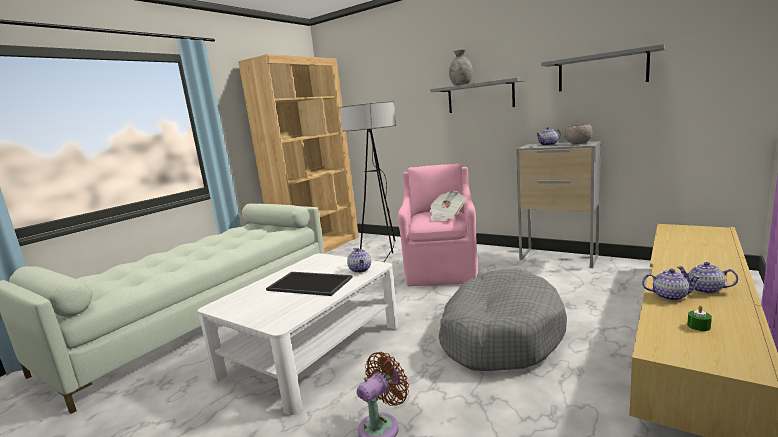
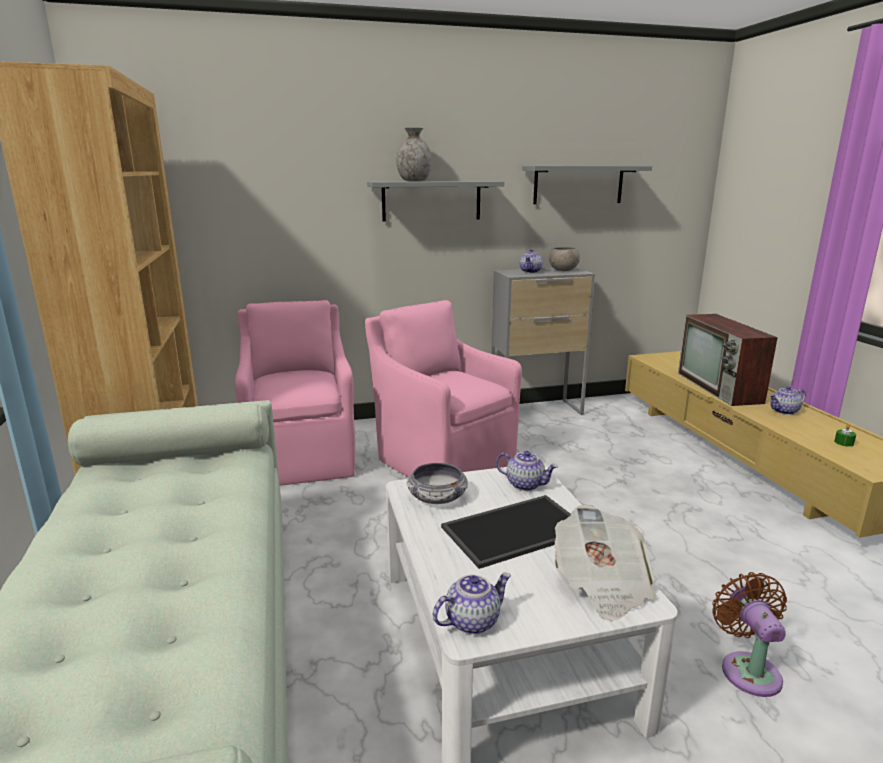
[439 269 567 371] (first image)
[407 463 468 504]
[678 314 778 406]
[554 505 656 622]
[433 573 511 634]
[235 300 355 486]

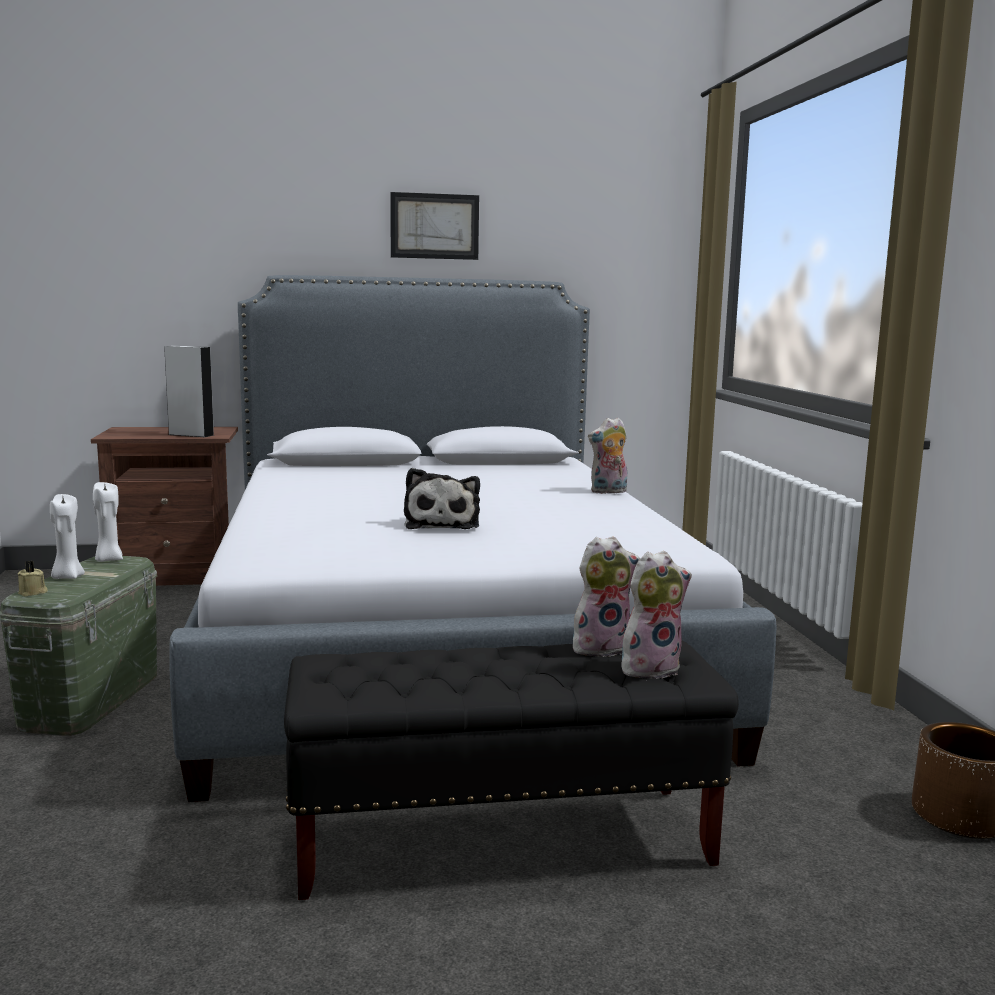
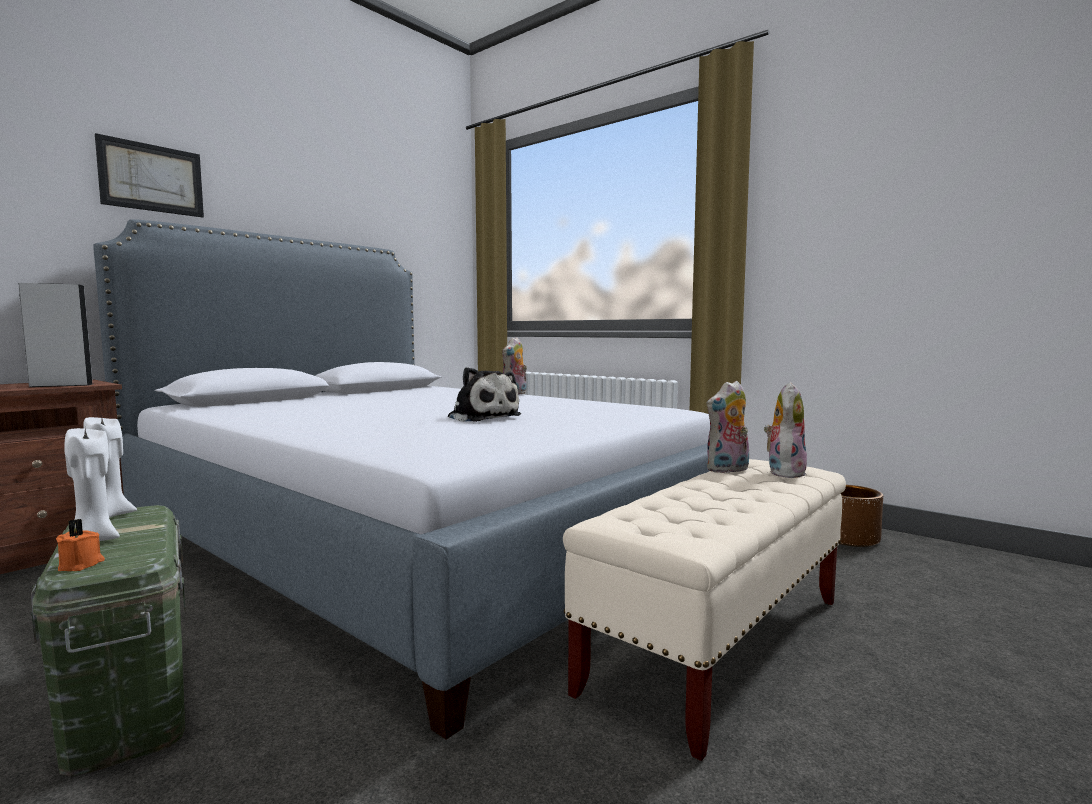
[95 133 204 217]
[56 519 105 571]
[563 459 846 761]
[706 381 749 473]

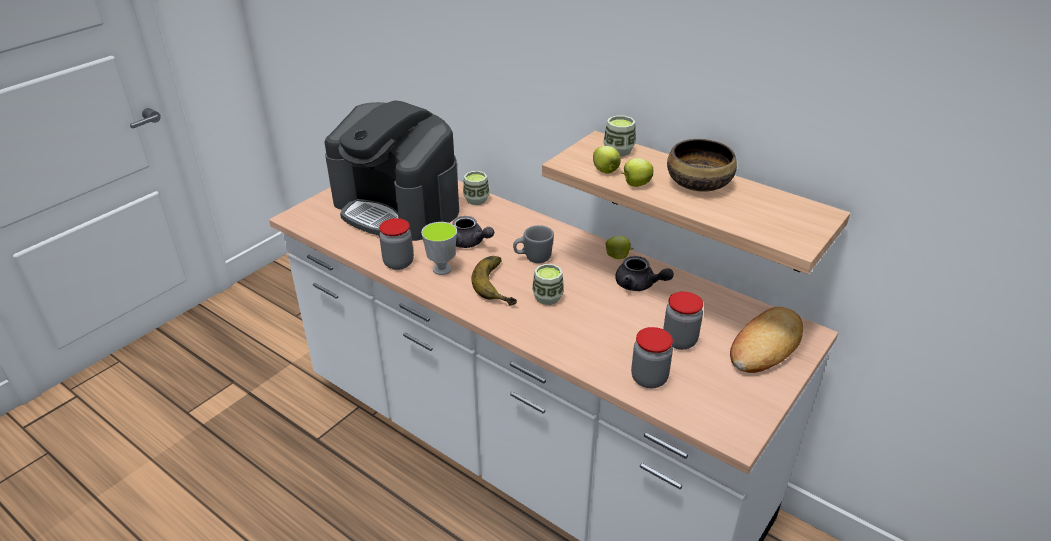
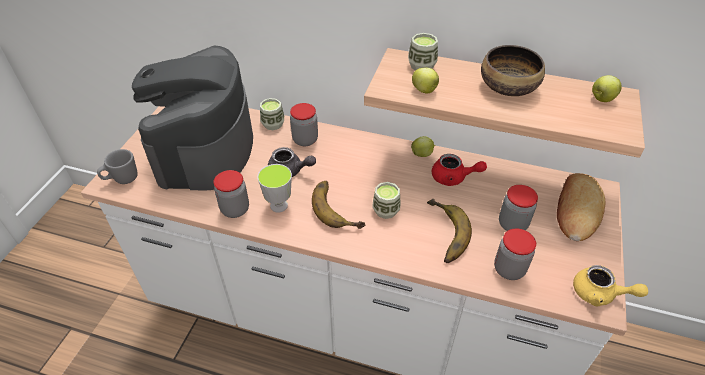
[290 103 318 146]
[427 199 472 263]
[573 265 648 307]
[97 149 138 184]
[592 75 622 102]
[432 154 487 186]
[132 46 253 190]

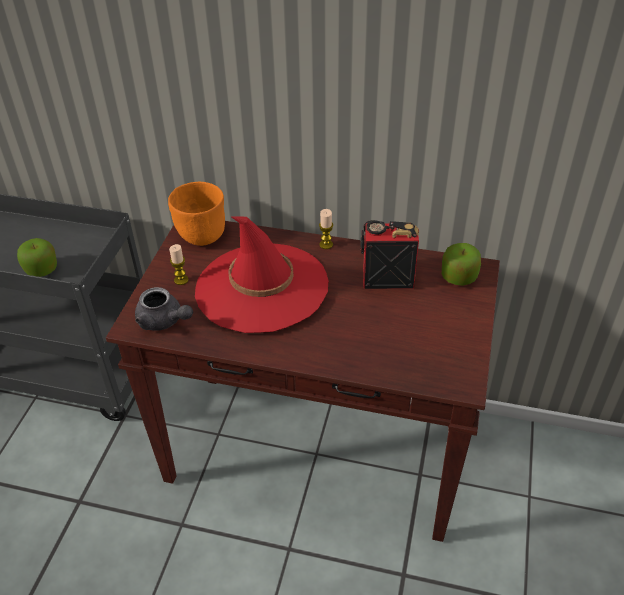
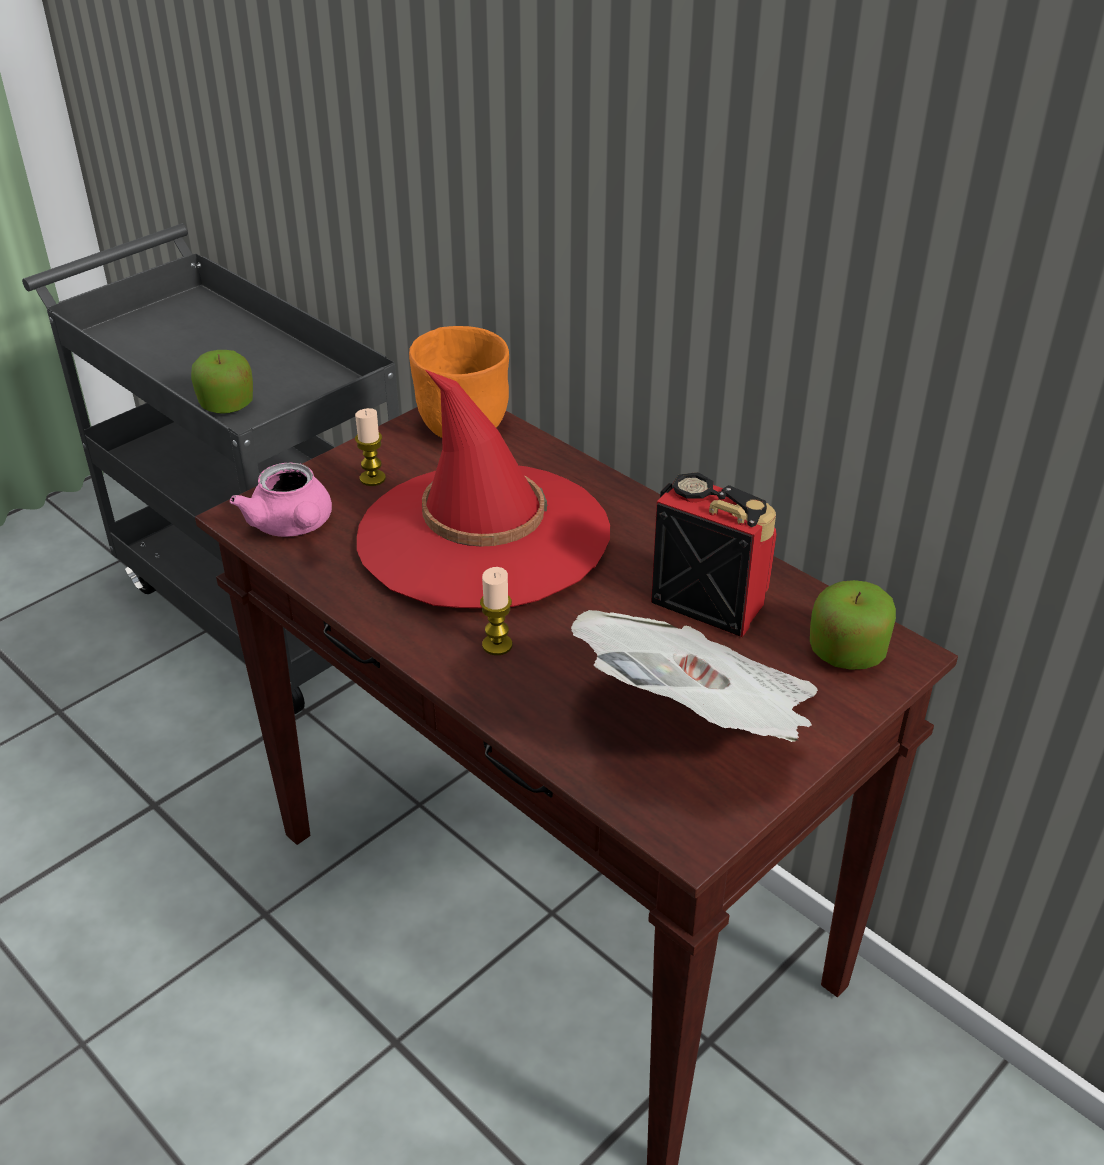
[571 610 818 742]
[480 567 512 655]
[230 462 332 537]

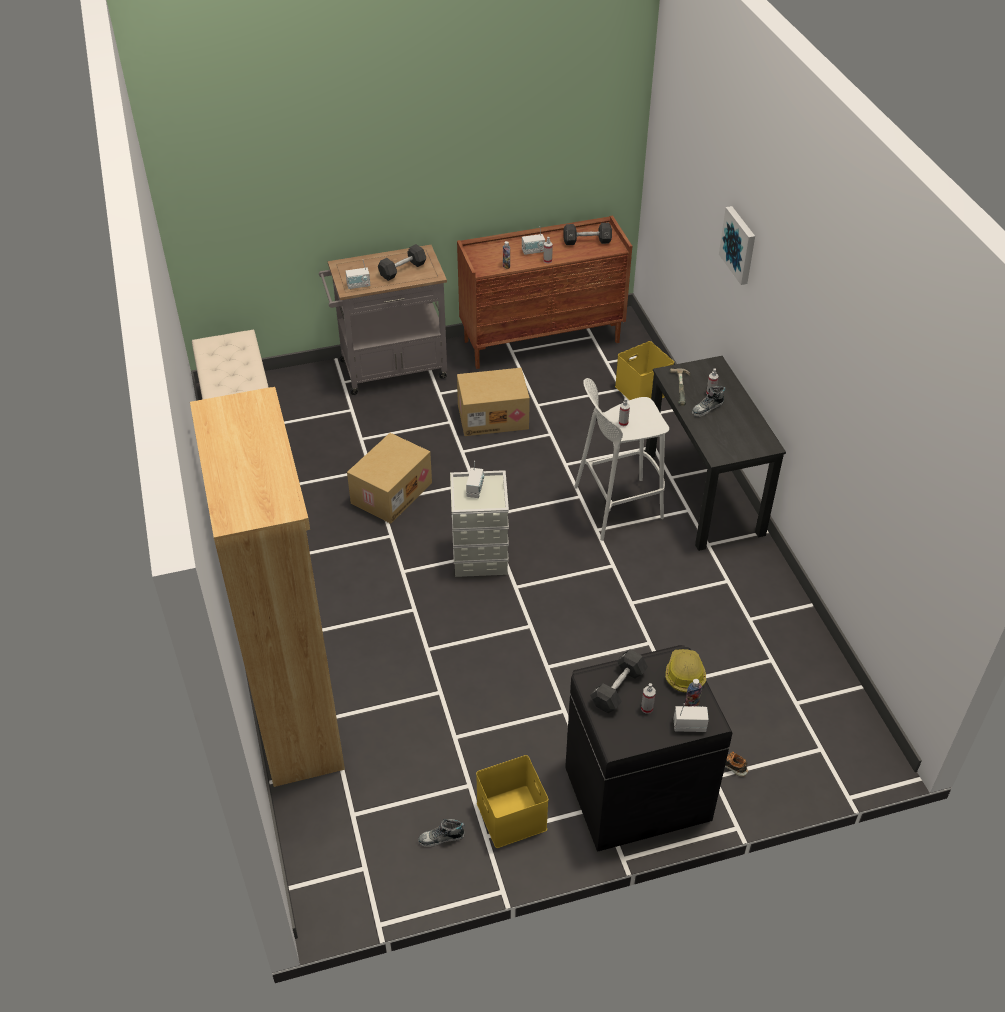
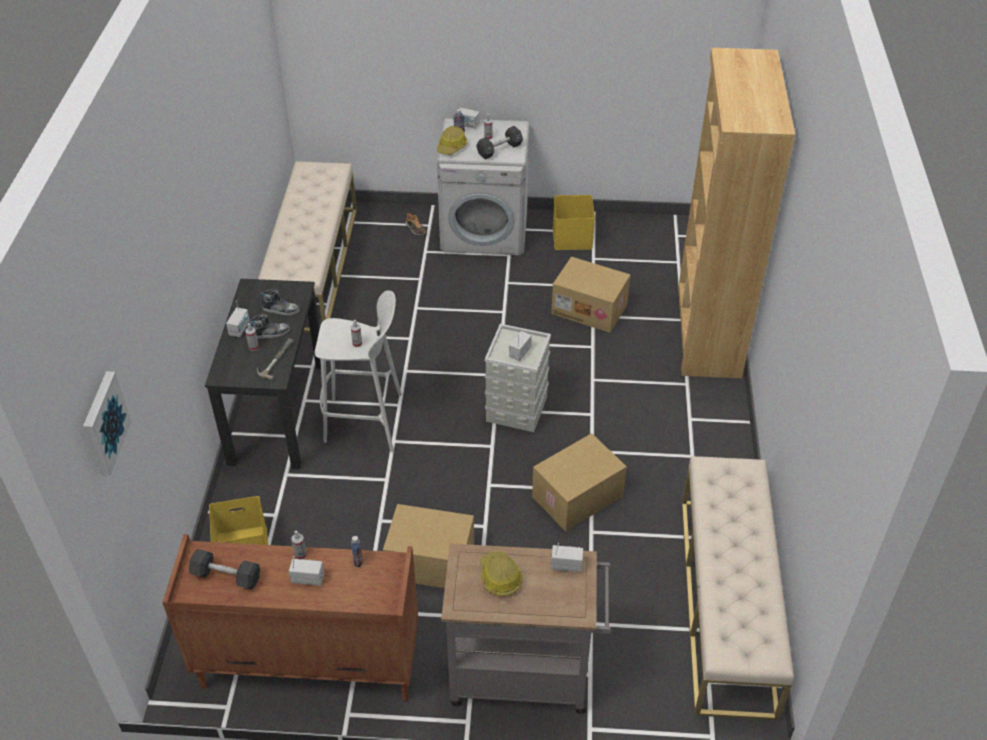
[226 300 250 337]
[258 161 357 333]
[551 257 630 333]
[260 289 300 315]
[83 371 131 476]
[480 551 523 596]
[437 118 529 255]

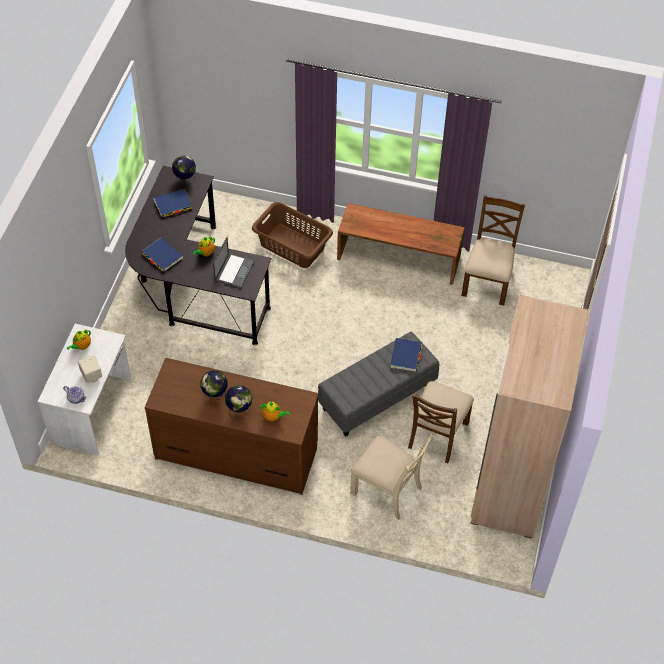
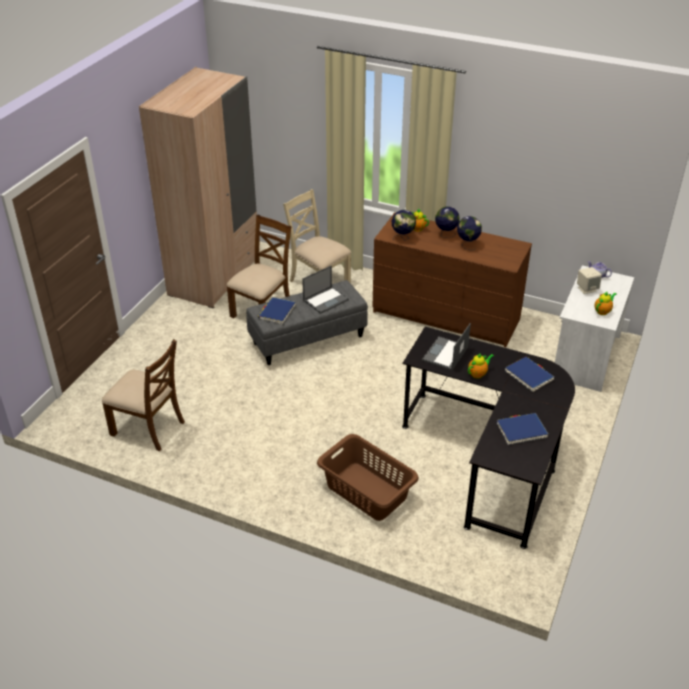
[337 203 465 285] (first image)
[302 266 349 314]
[392 210 416 240]
[102 339 185 451]

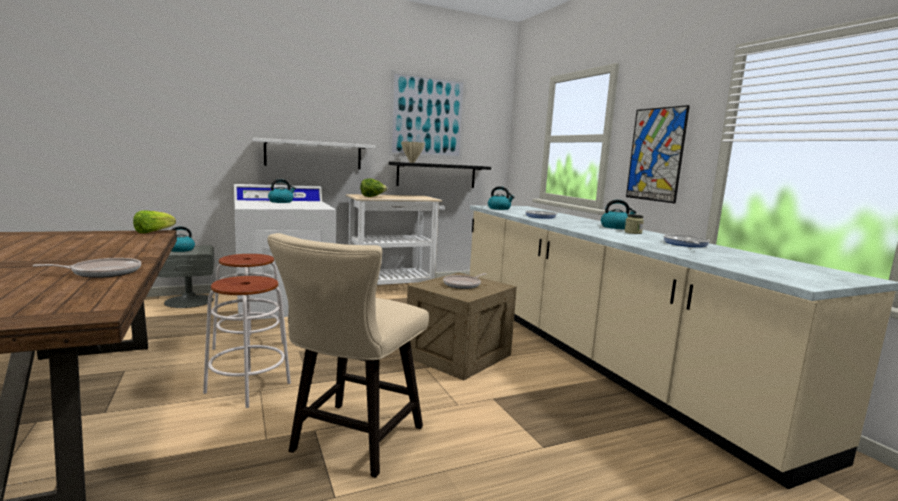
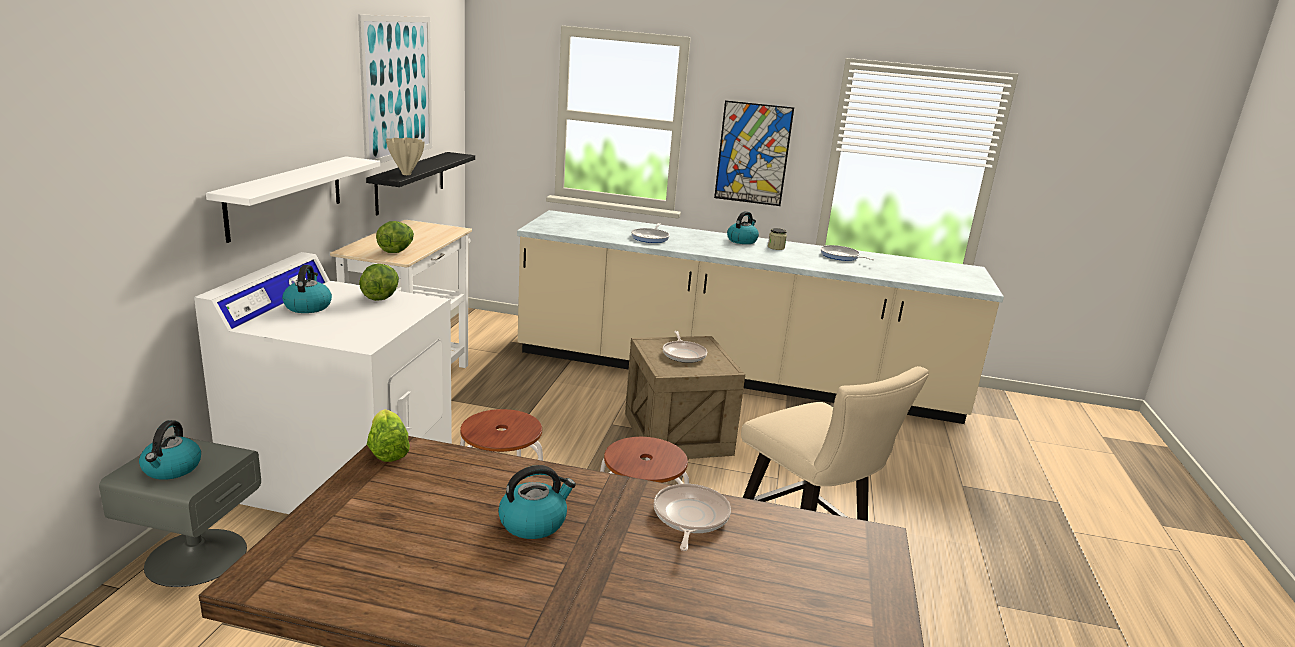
[359 264 399 301]
[498 465 576 539]

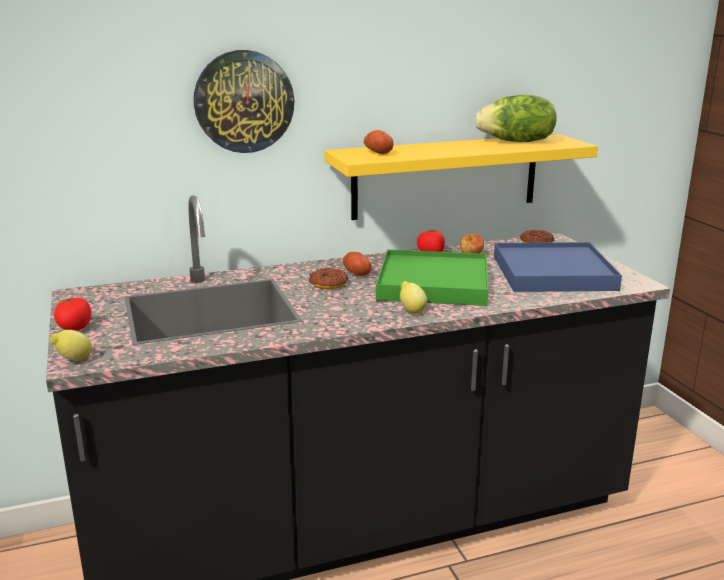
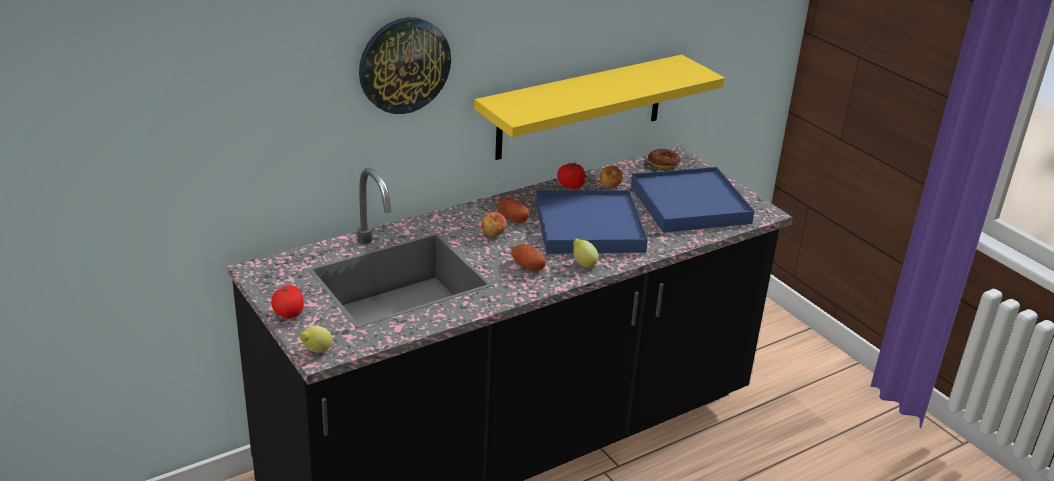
[475 95 556 142] (first image)
[511 244 546 272]
[481 212 507 237]
[536 190 648 254]

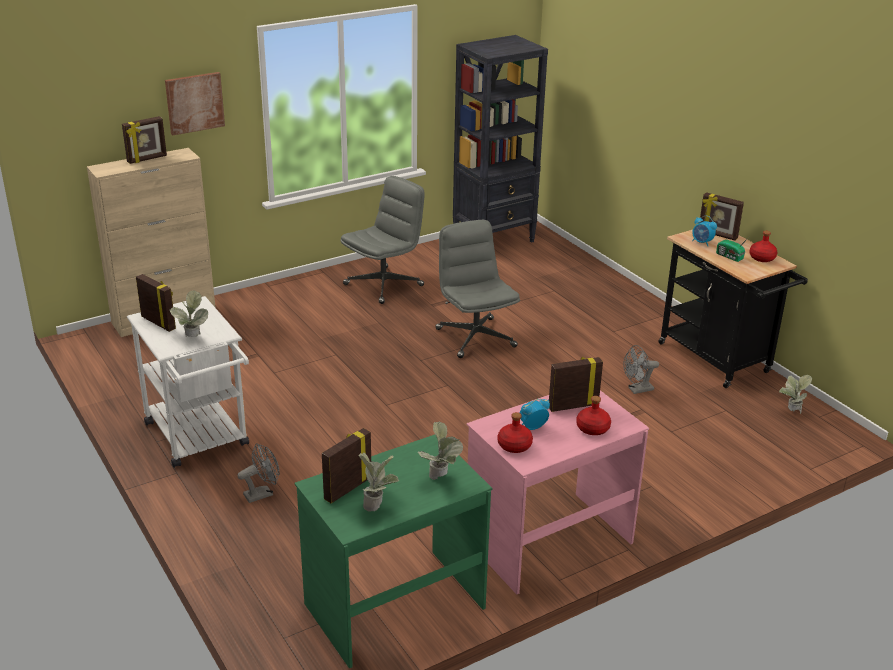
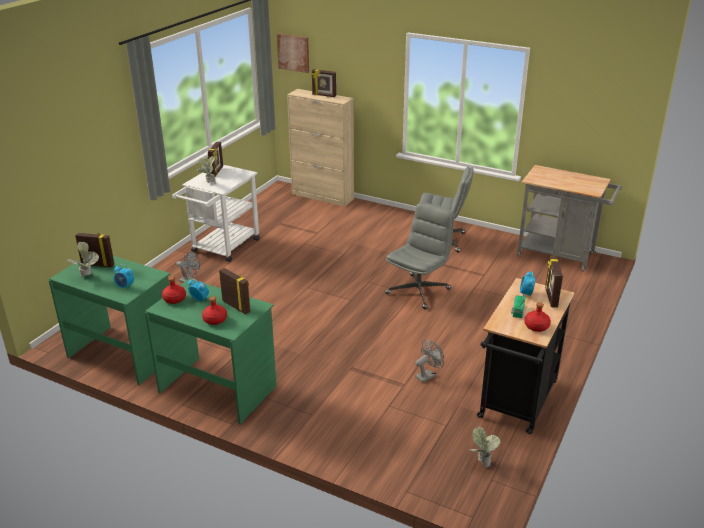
[277 34 309 73]
[114 264 134 290]
[517 165 622 272]
[145 279 277 424]
[415 340 444 383]

